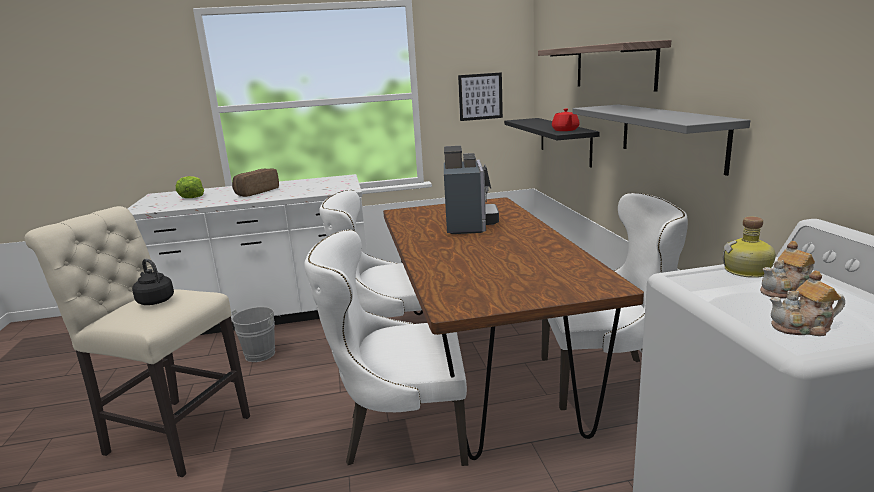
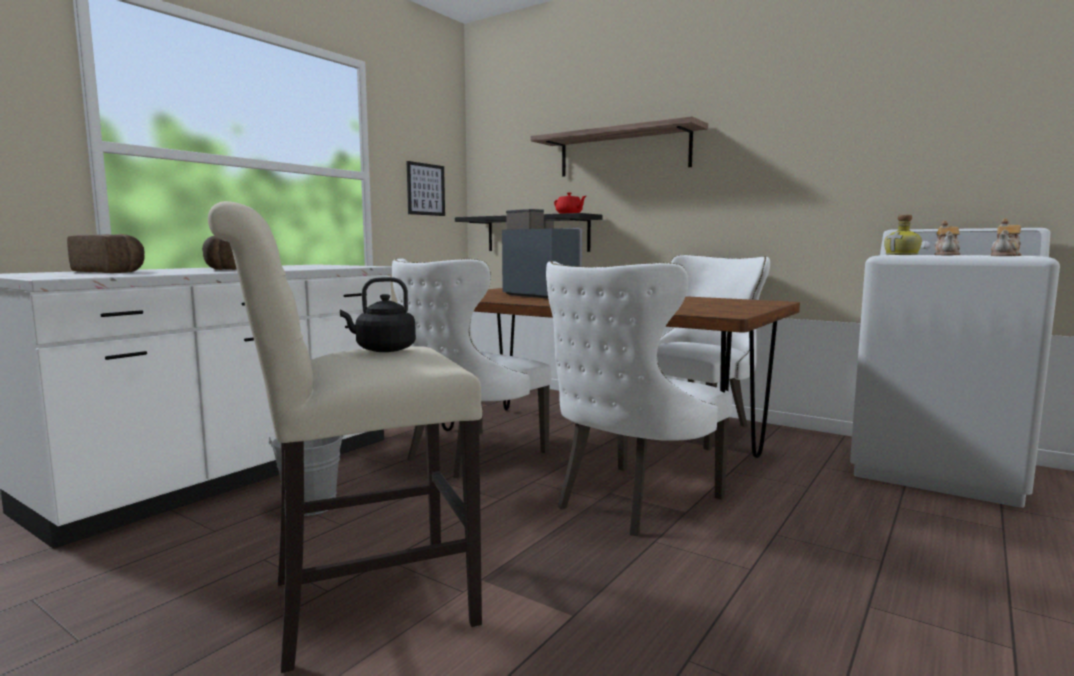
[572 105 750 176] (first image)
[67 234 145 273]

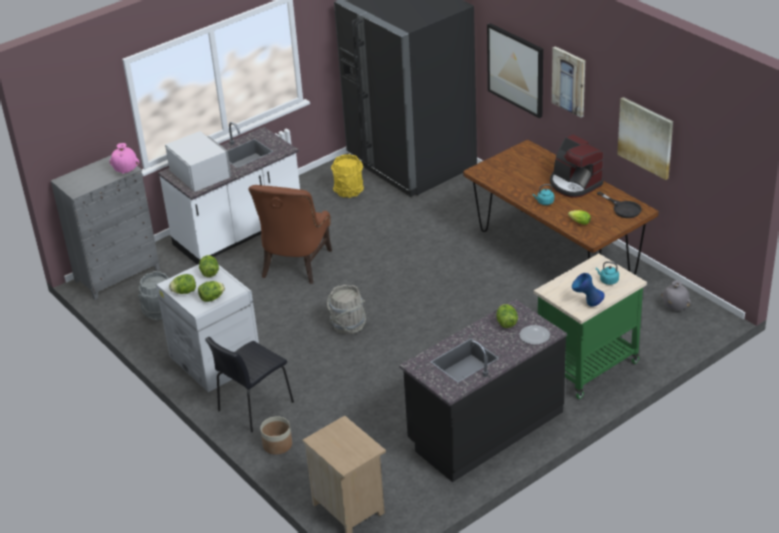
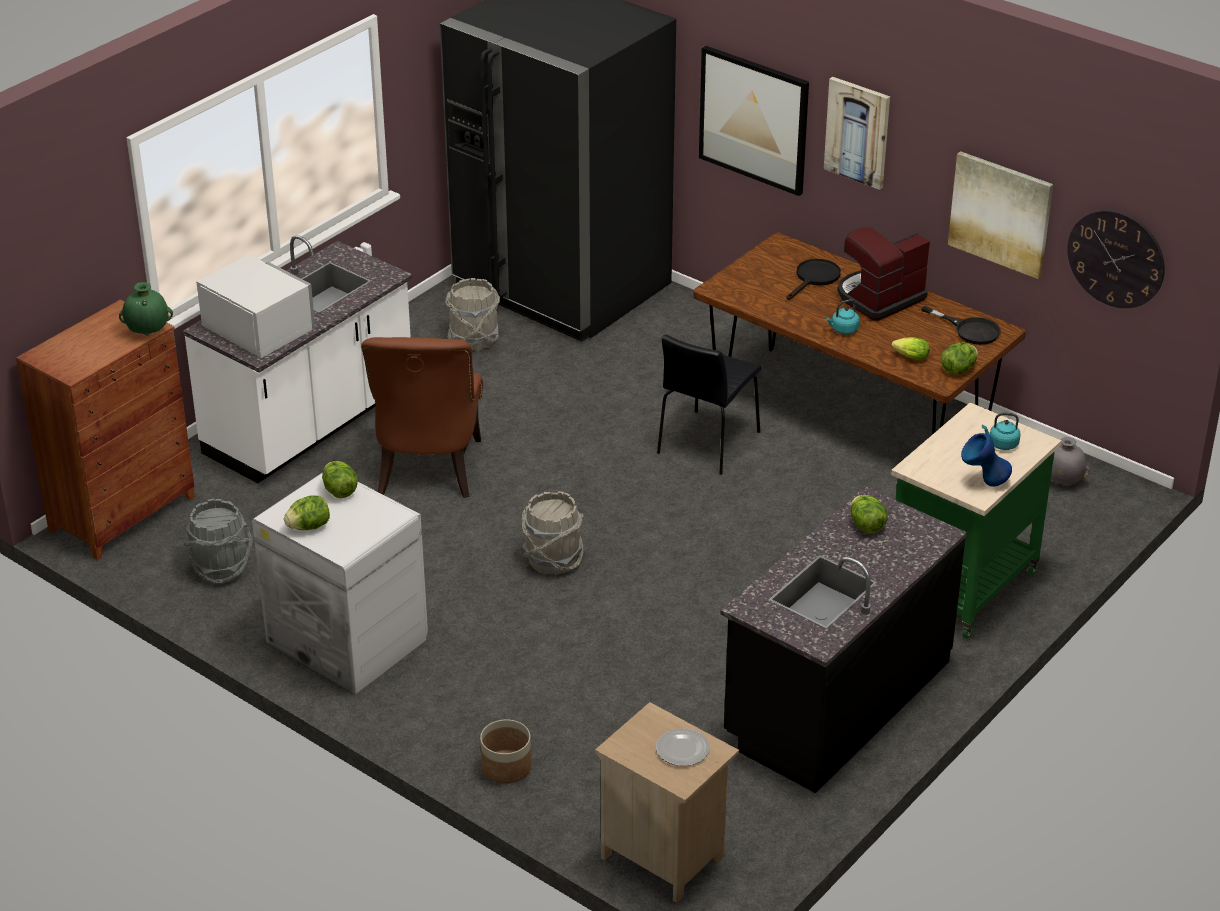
[786 259 841 300]
[1067 210 1165 308]
[941 342 978 375]
[657 334 761 475]
[656 728 710 766]
[16 299 195 560]
[119 282 173 336]
[445 278 500 351]
[837 226 930 321]

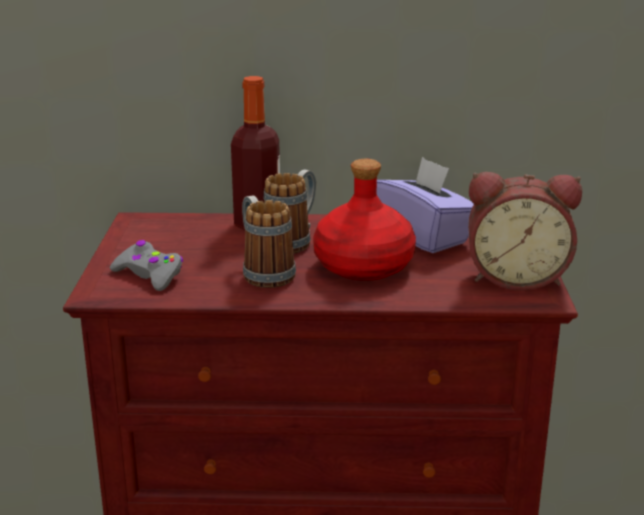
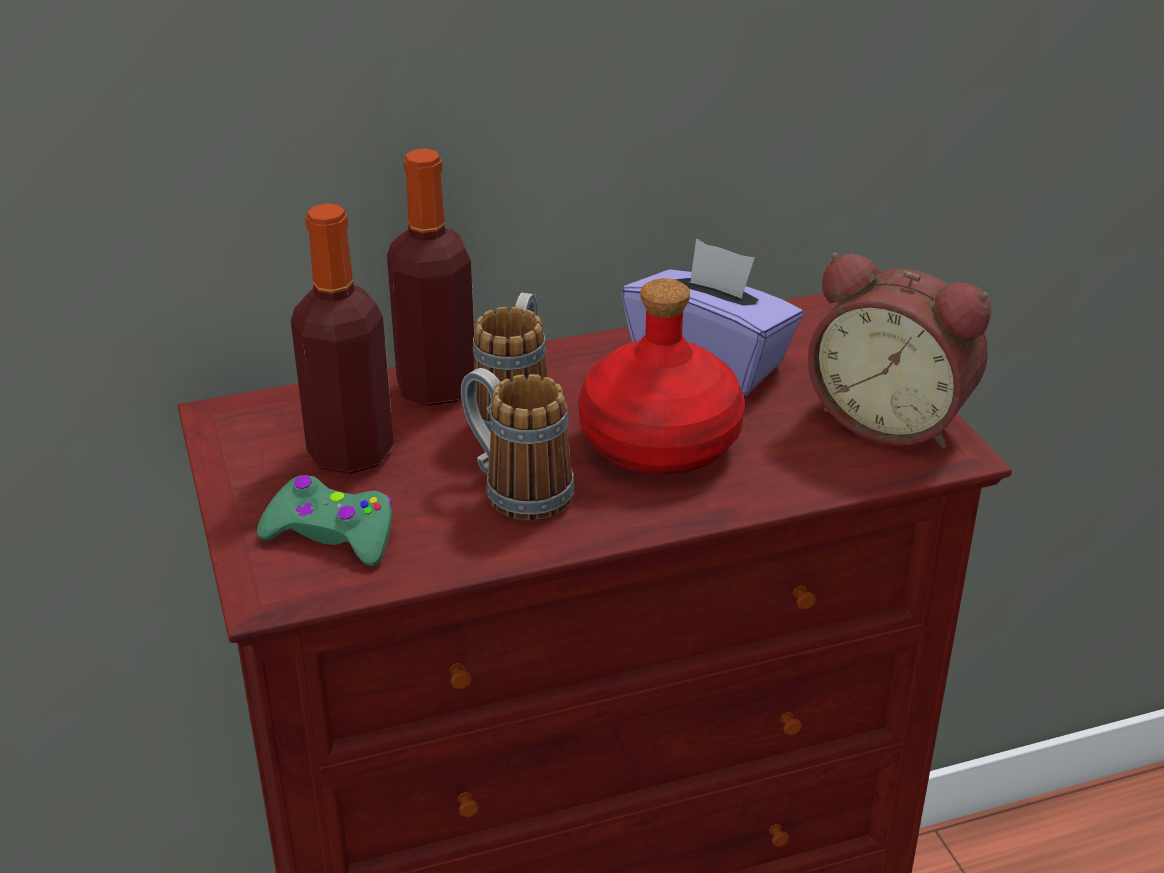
[291 203 394 474]
[257 475 393 566]
[808 252 991 449]

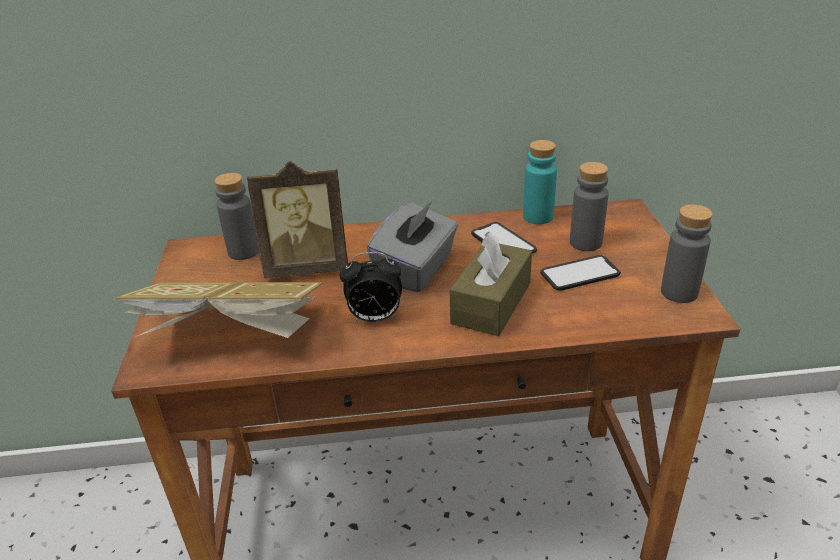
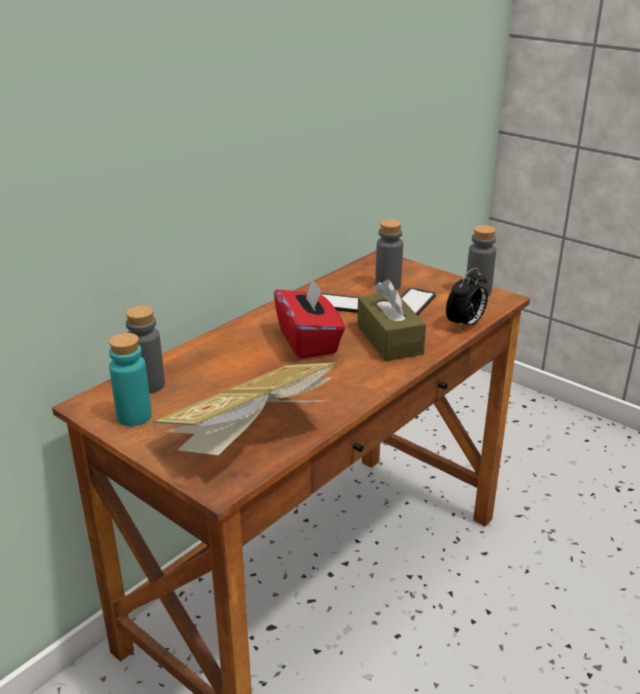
[247 161 348 278] (first image)
[446 268 488 330]
[109 333 152 426]
[274 278 345 359]

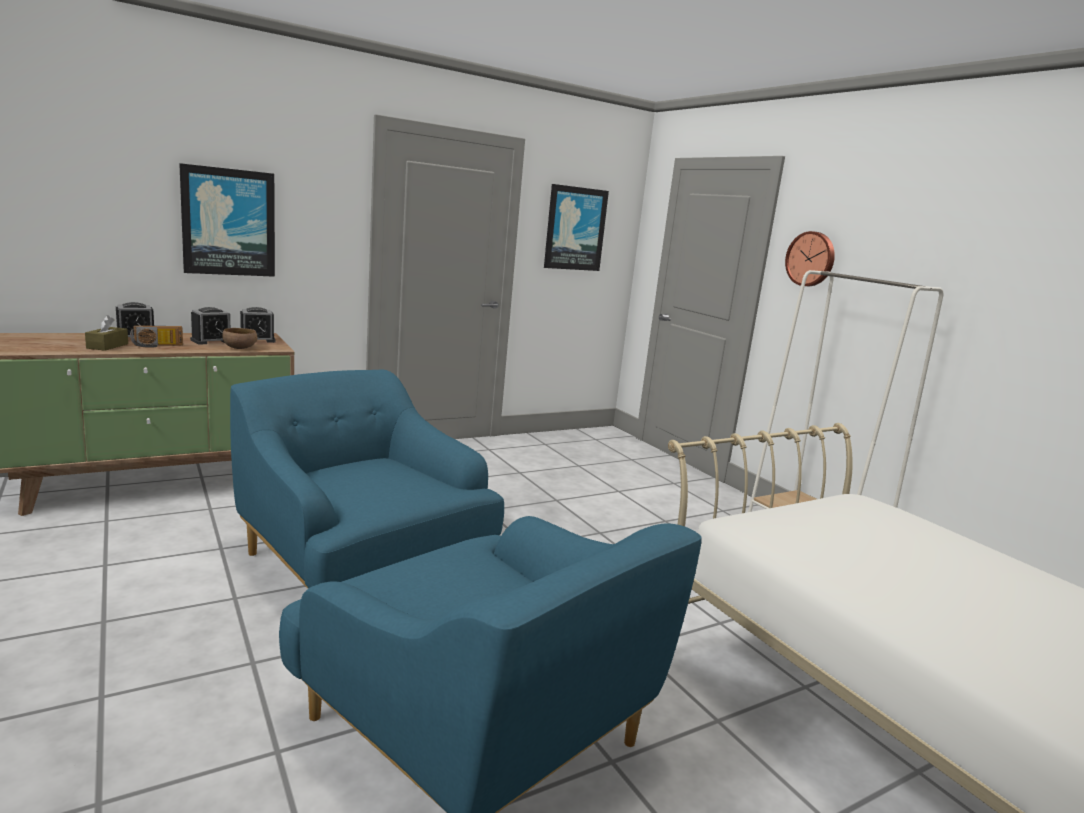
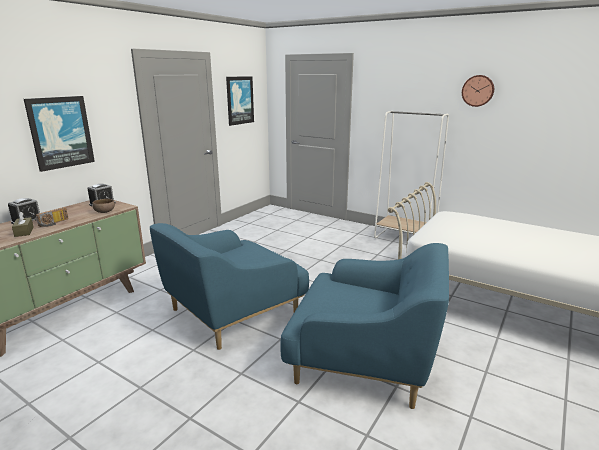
[190 307 230 345] (first image)
[462 75 494 107]
[150 223 309 350]

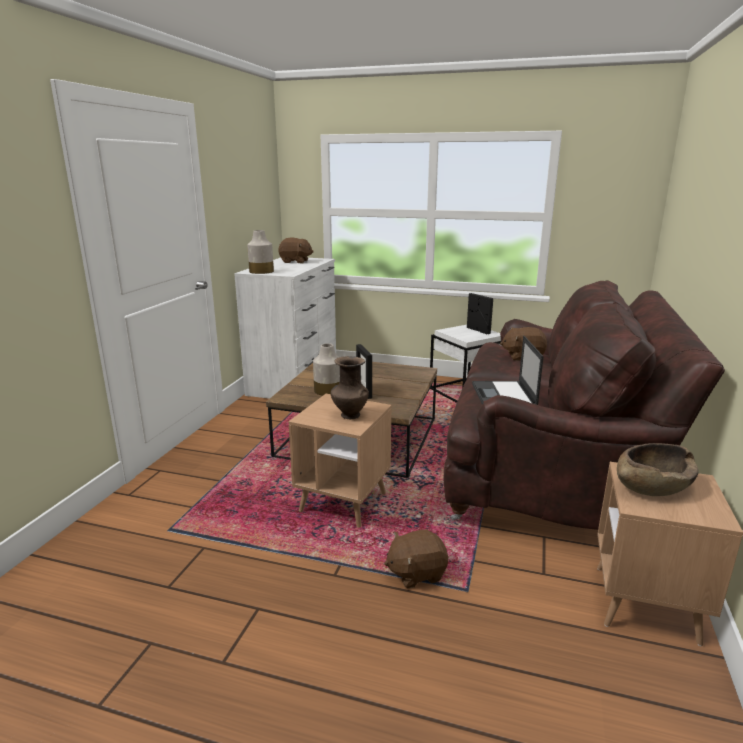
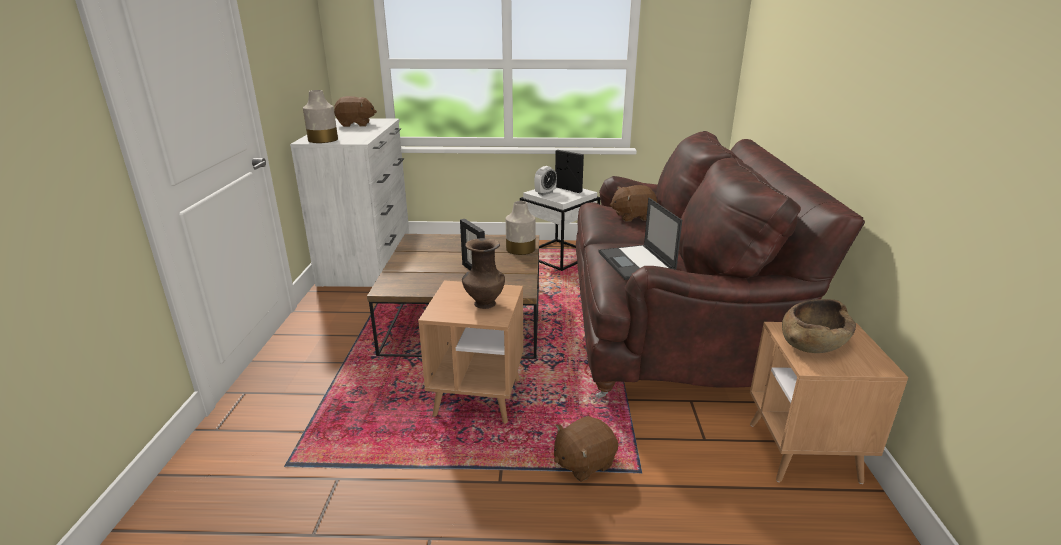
[534 166 557 195]
[506 201 535 255]

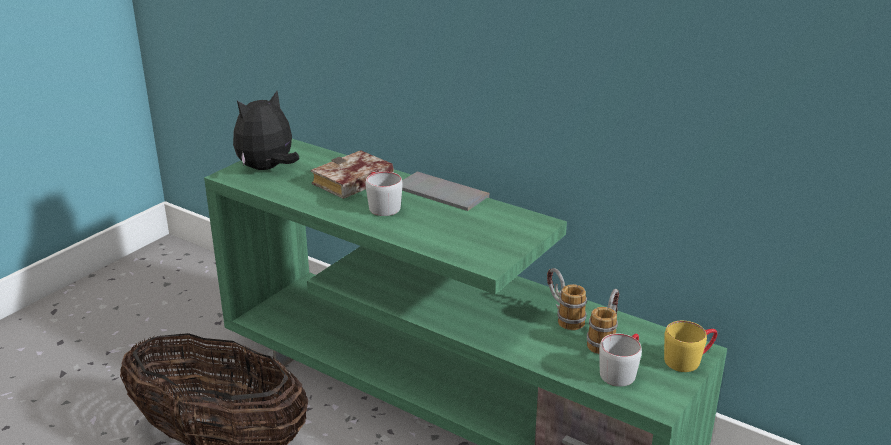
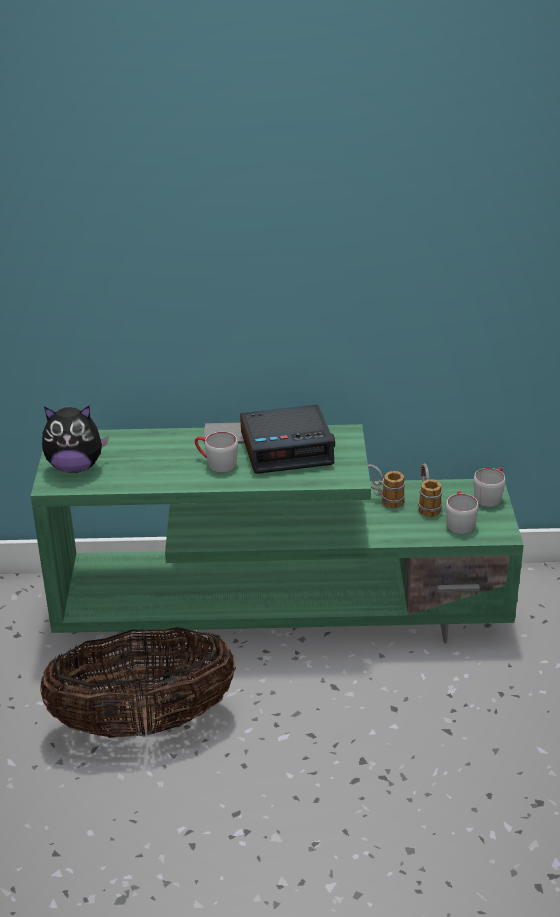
[311 150 394 199] (first image)
[240 405 335 474]
[474 467 505 507]
[42 406 109 473]

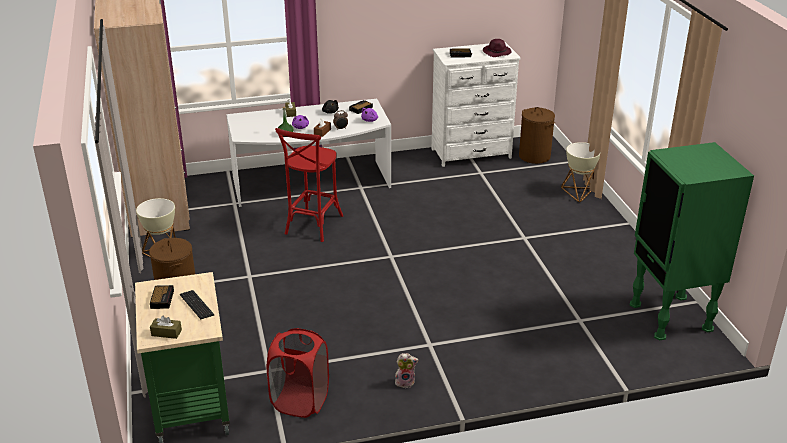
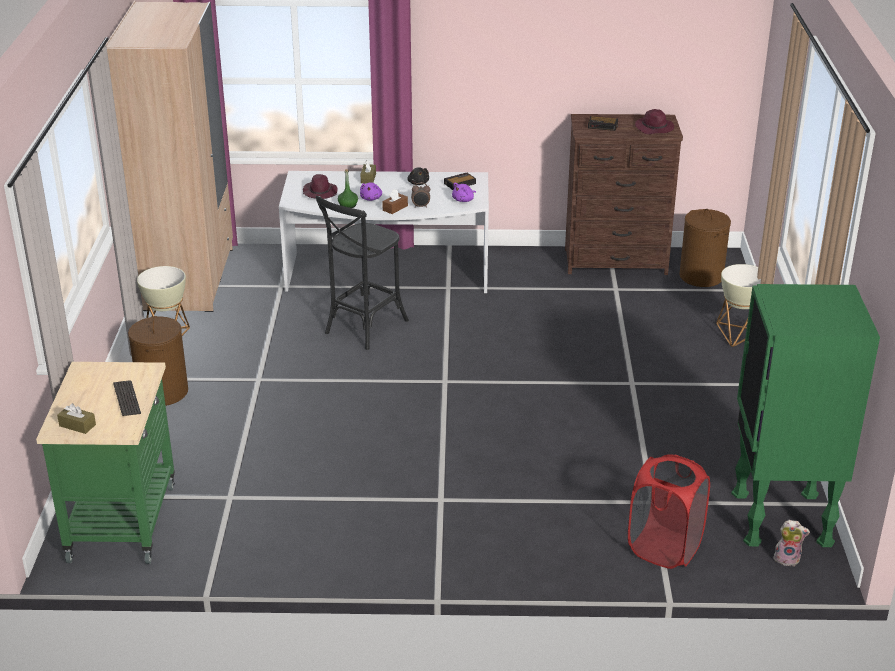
[150 285 174 309] (first image)
[303 174 337 199]
[628 454 710 569]
[774 520 810 566]
[316 196 409 350]
[565 114 683 275]

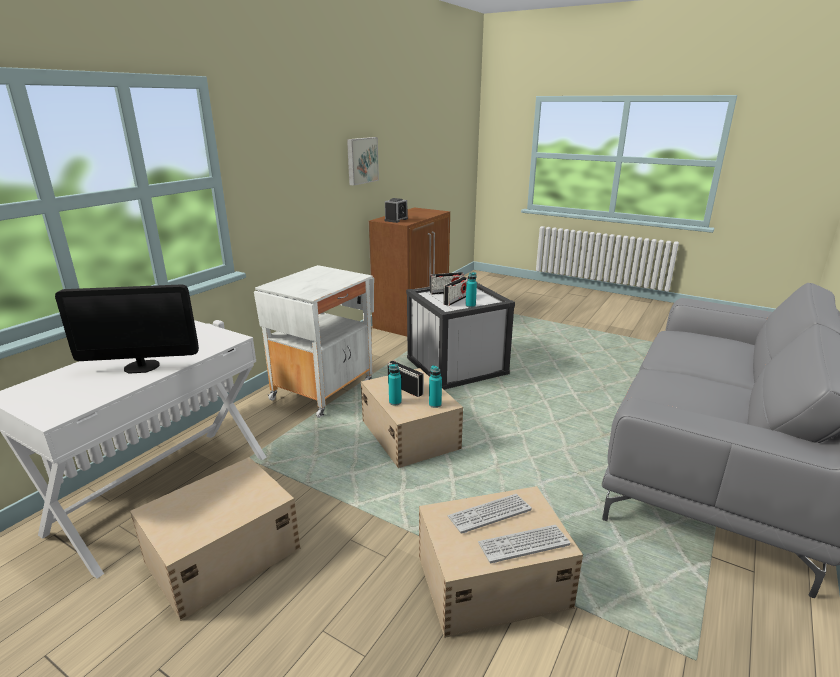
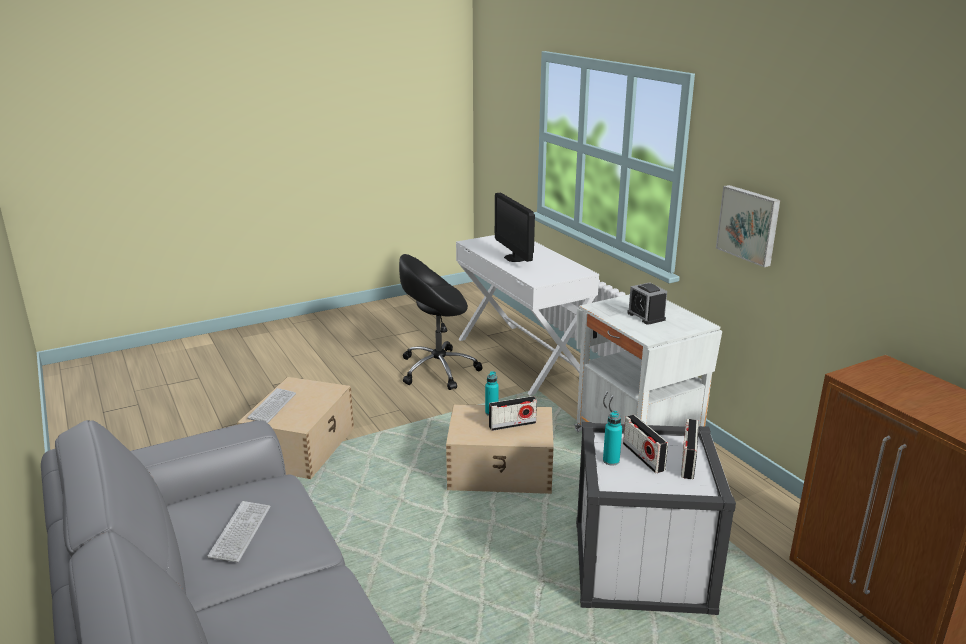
[429 365 442 408] (first image)
[716 185 780 267]
[627 282 667 325]
[207 501 271 562]
[399 254 483 390]
[495 192 535 262]

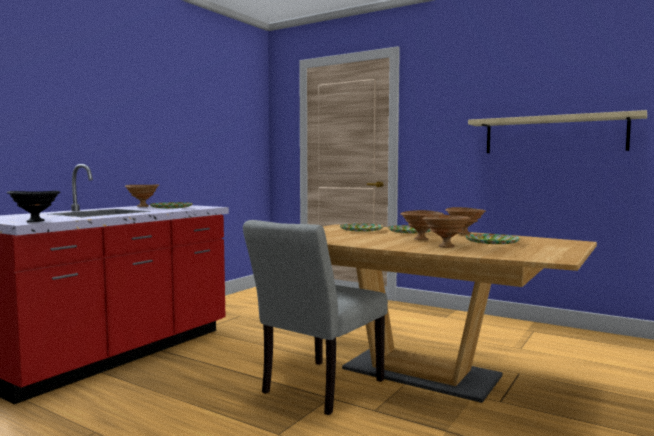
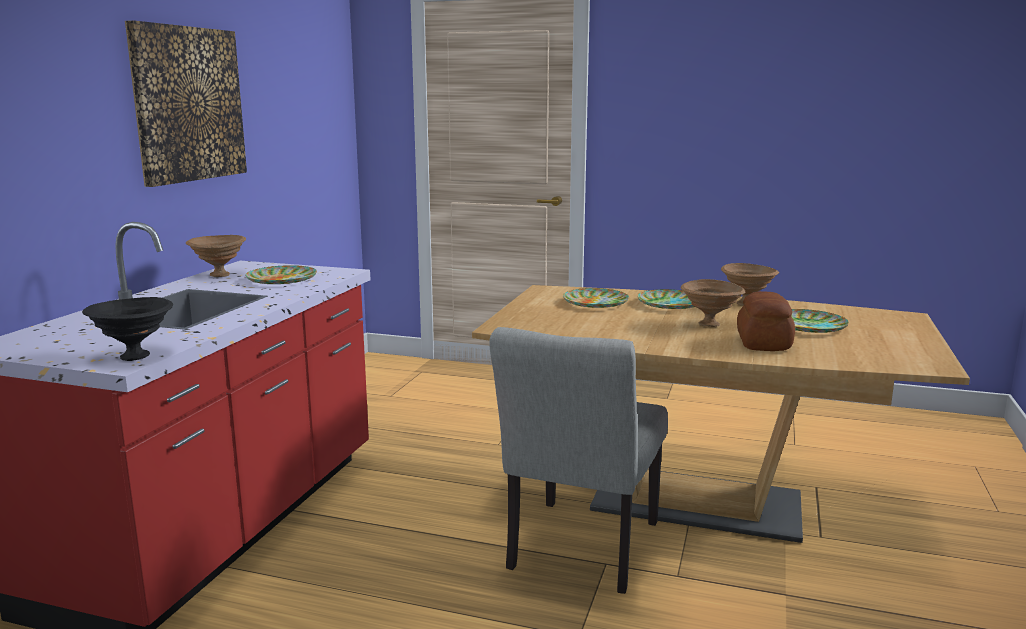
[468 110 647 153] (first image)
[125 20 247 187]
[737 291 795 351]

